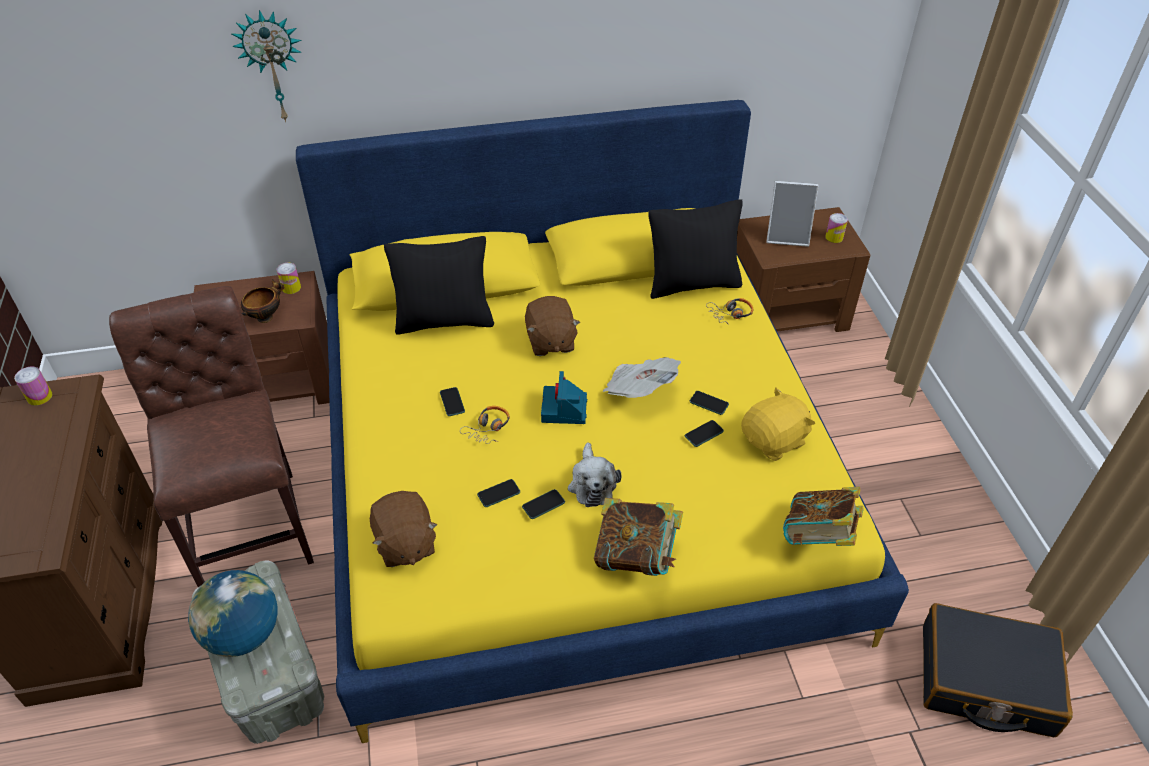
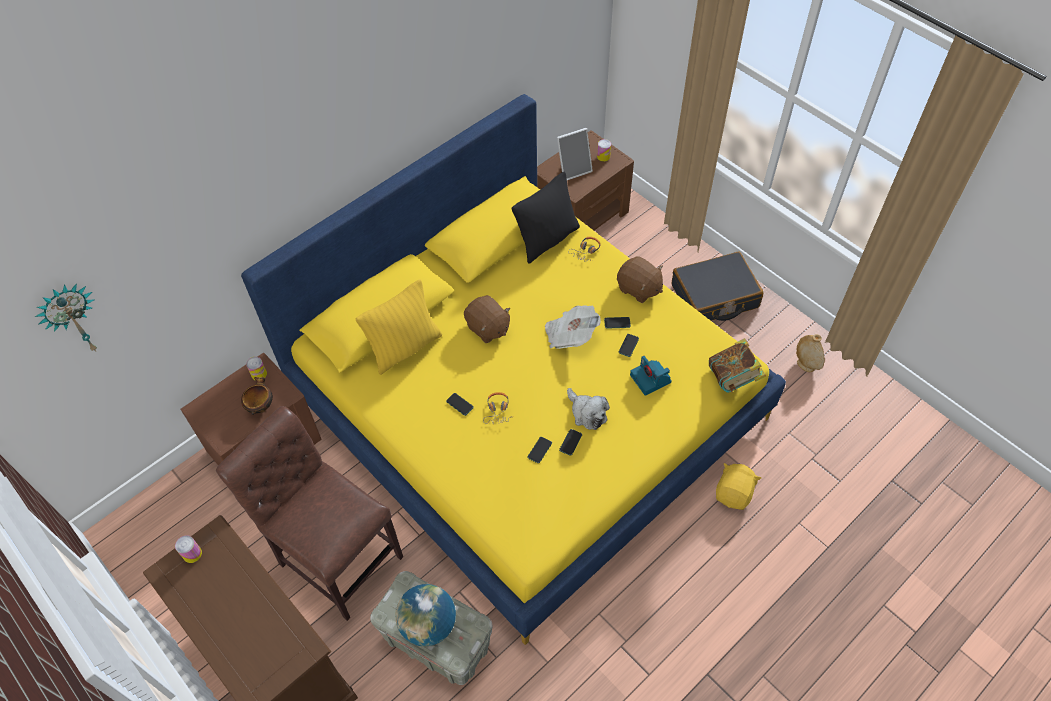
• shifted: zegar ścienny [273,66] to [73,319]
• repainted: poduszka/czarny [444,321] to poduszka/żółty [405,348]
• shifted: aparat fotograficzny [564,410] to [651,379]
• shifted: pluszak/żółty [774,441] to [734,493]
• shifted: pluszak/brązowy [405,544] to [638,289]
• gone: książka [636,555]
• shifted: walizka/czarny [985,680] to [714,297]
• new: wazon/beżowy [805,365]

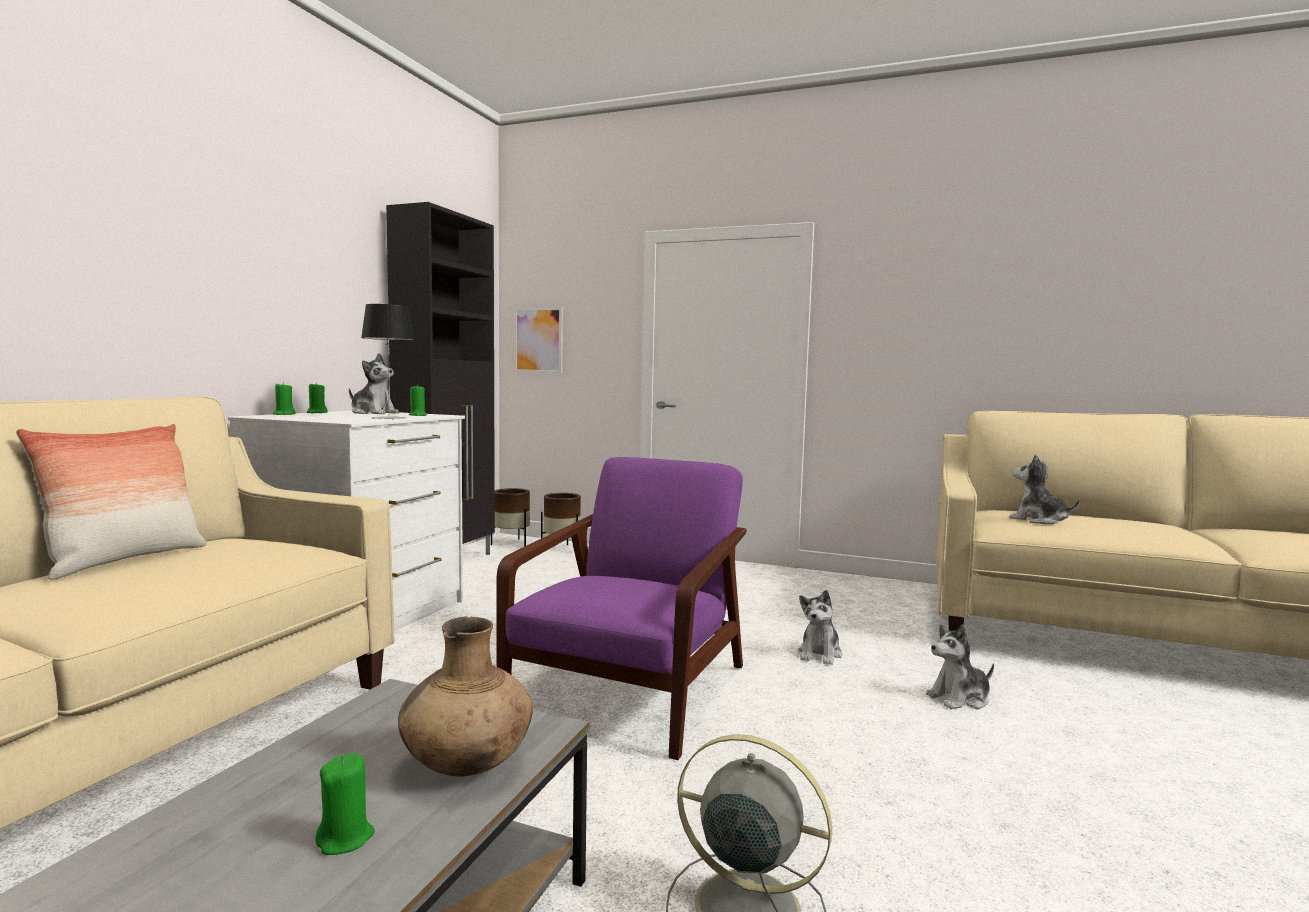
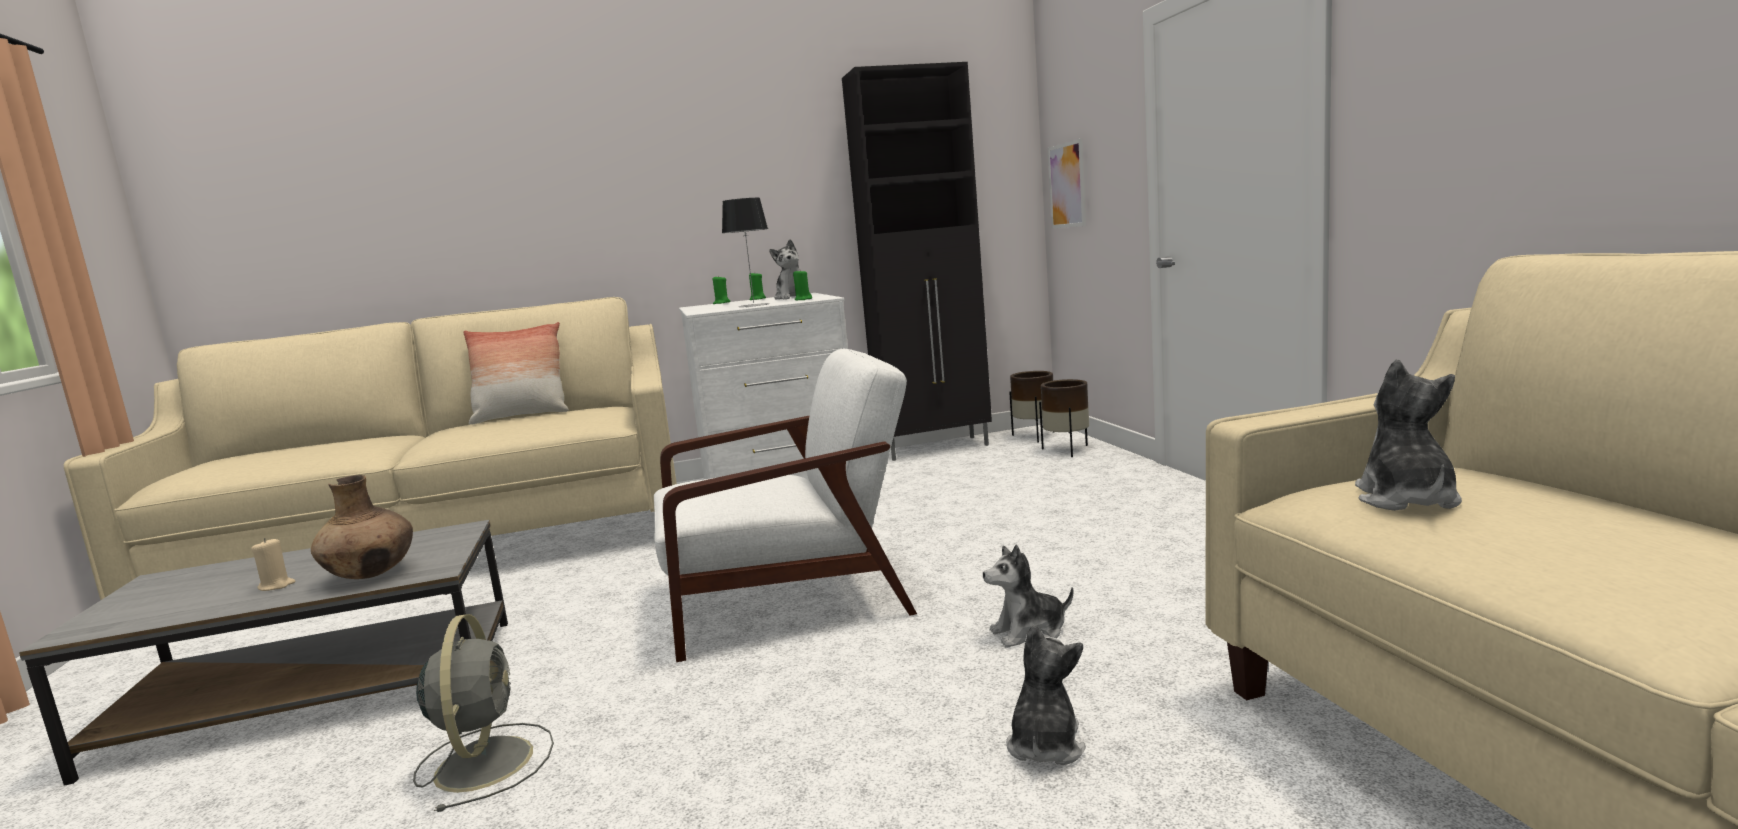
• repainted: fotel/fioletowy [633,688] to fotel/biały [790,599]
• rotated: pluszak [960,698] = [1045,745] 75 degrees clockwise
• repainted: świeca/zielony [345,839] to świeca/beżowy [276,586]

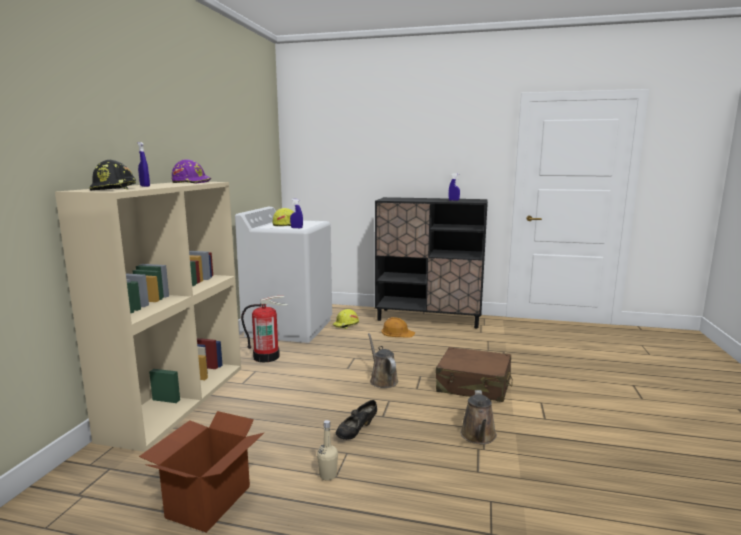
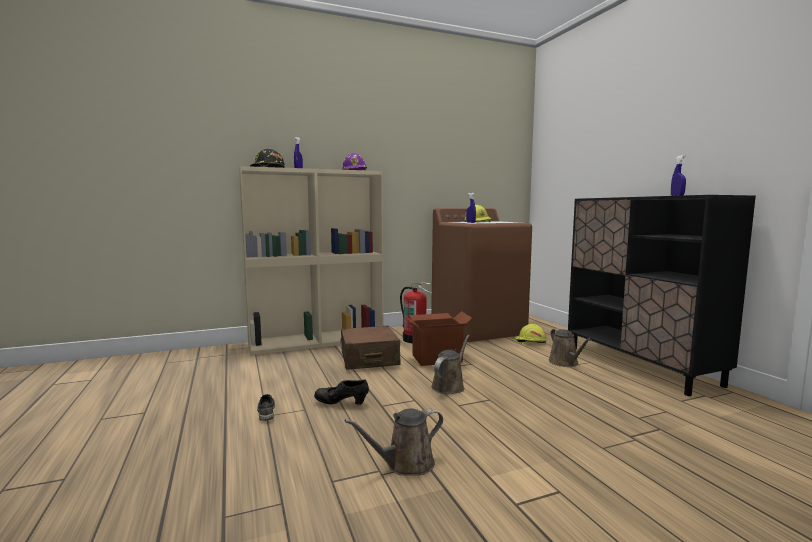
• repainted: pralka/biały [289,327] to pralka/brązowy [478,329]
• swapped: kask/pomarańczowy [397,332] to konewka/brązowy [565,363]
• shifted: walizka/brązowy [474,385] to [369,359]
• shifted: karton [208,501] to [436,358]
• swapped: butelka/beżowy [328,475] to but/szary [266,412]

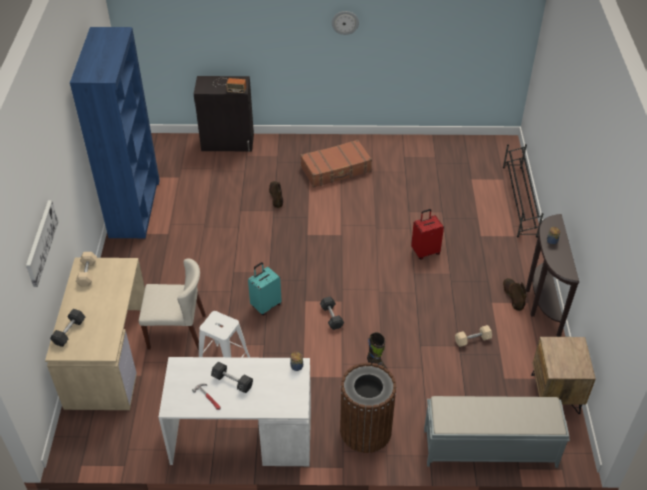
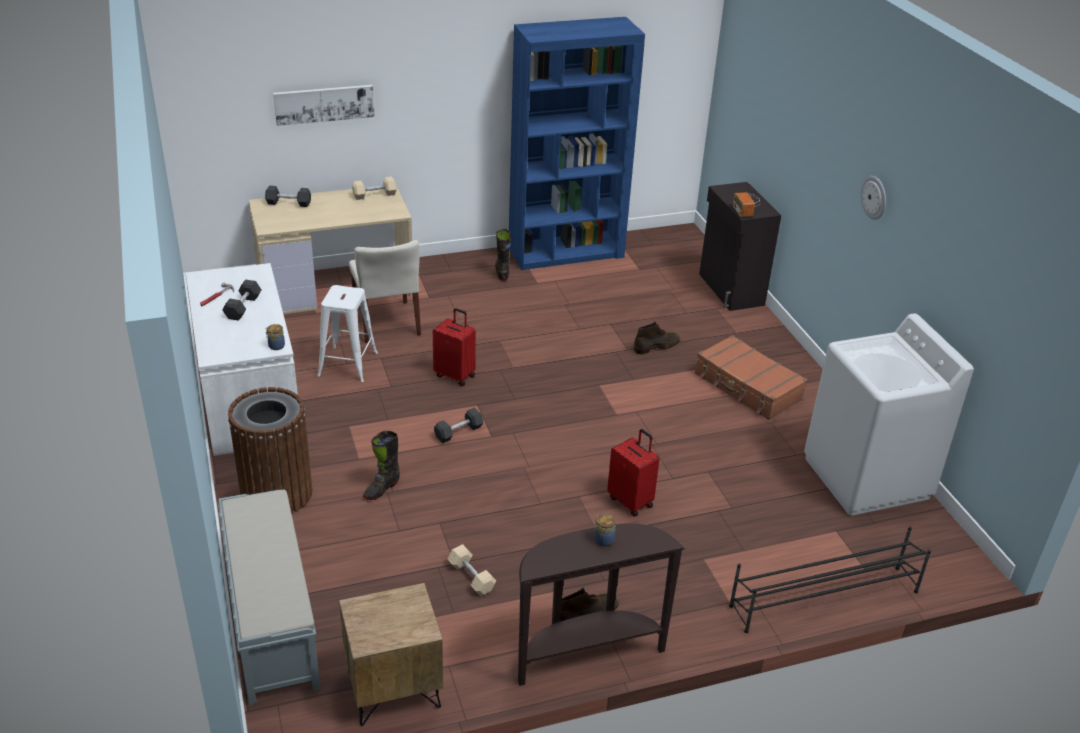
• repainted: walizka/turkusowy [265,305] to walizka/czerwony [455,375]
• new: but z cholewką/czarny [502,273]
• new: pralka/biały [866,478]

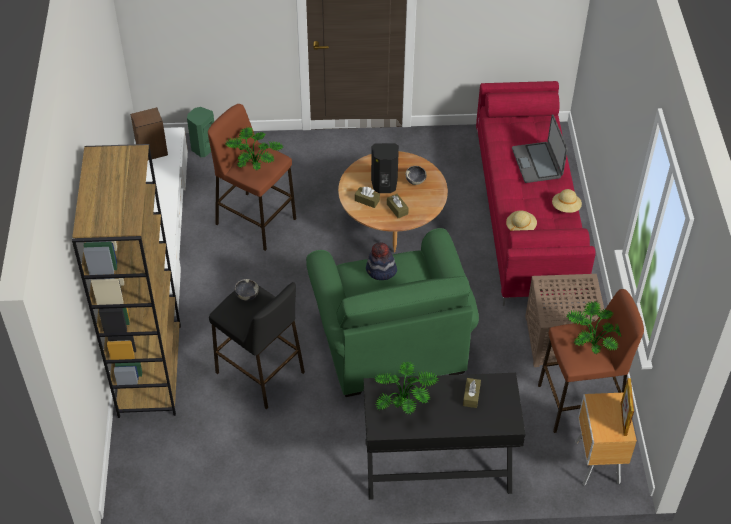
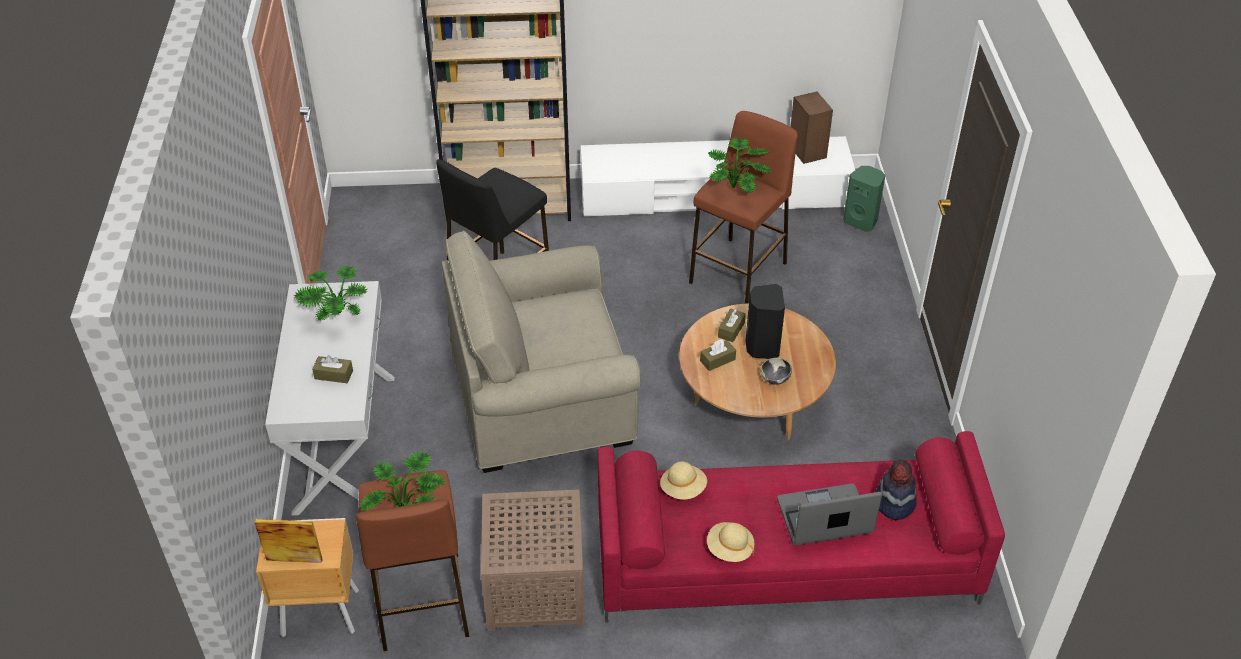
• repainted: fotel/zielony [390,340] to fotel/beżowy [542,400]
• shifted: kapelusz [381,270] to [894,502]
• gone: miska [247,295]
• repainted: stolik konsolowy/czarny [437,466] to stolik konsolowy/biały [344,442]

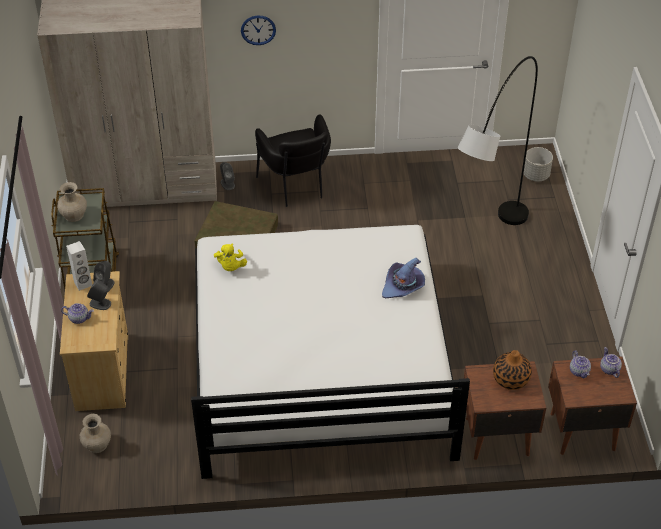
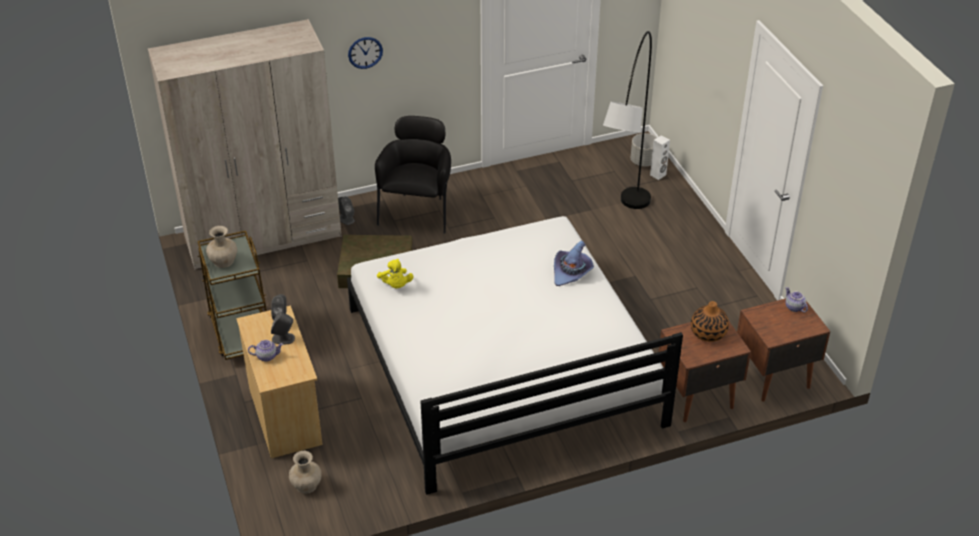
• rotated: fotel/czarny [297,188] = [417,211] 135 degrees counterclockwise
• shifted: głośnik/biały [83,284] to [658,175]
• gone: imbryk [579,371]

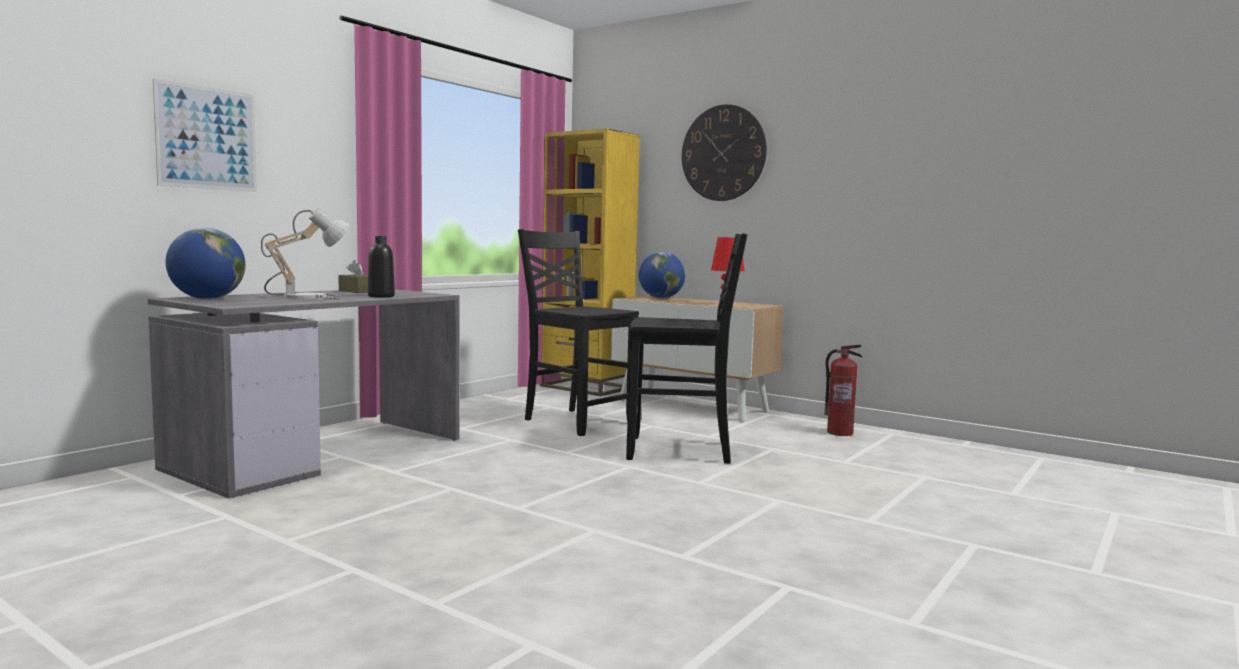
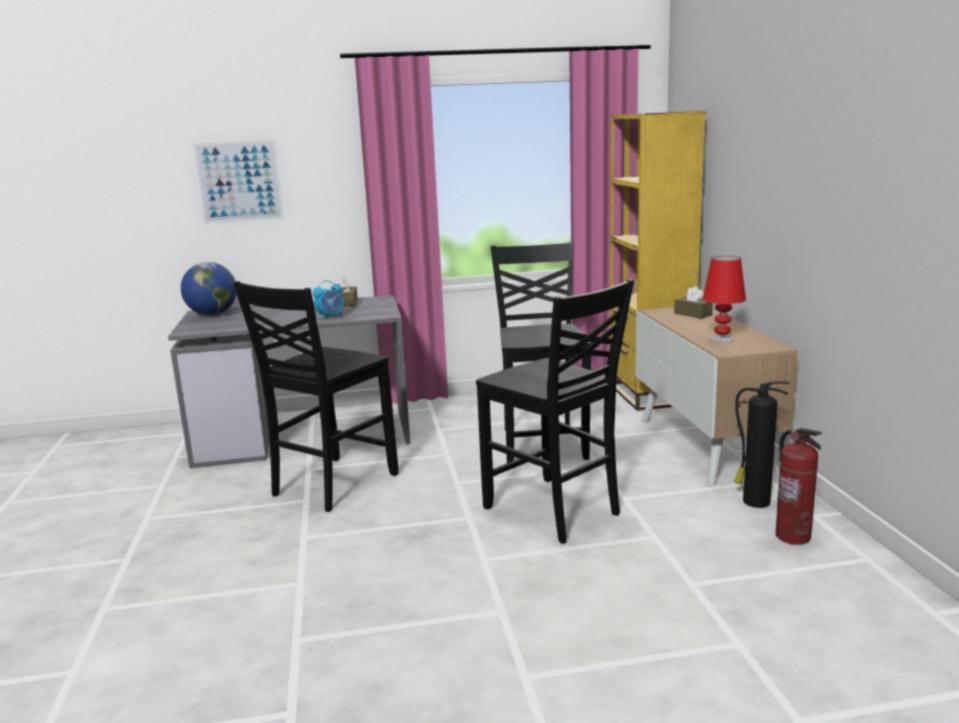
• gone: zegar ścienny [723,153]
• gone: lampa stołowa [307,296]
• swapped: butelka/czarny [381,296] to budzik [331,317]
• swapped: globus [661,298] to pudełko chusteczek/brązowy [693,314]
• new: krzesło/czarny [331,485]
• new: gaśnica [754,501]

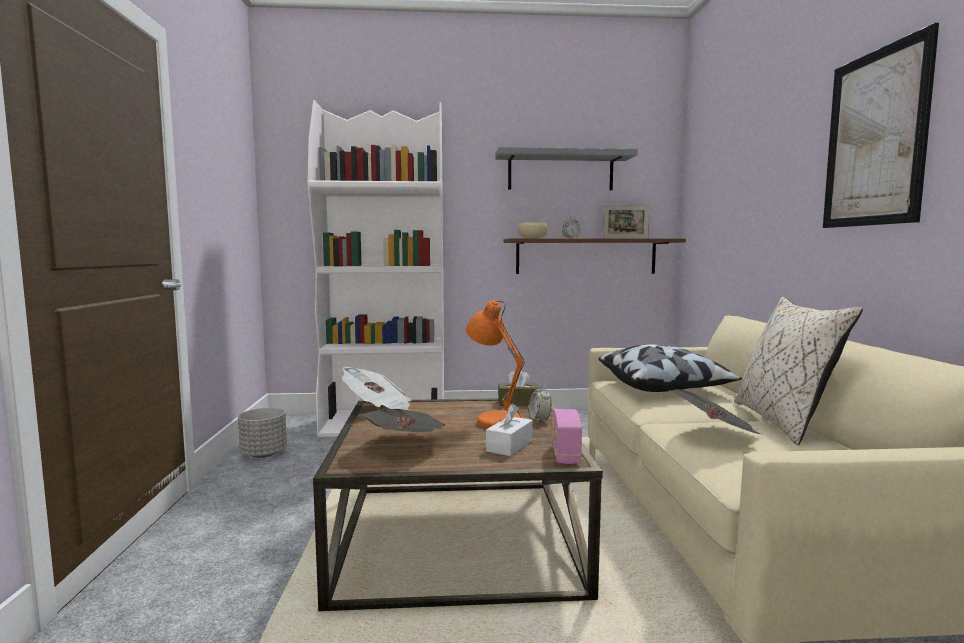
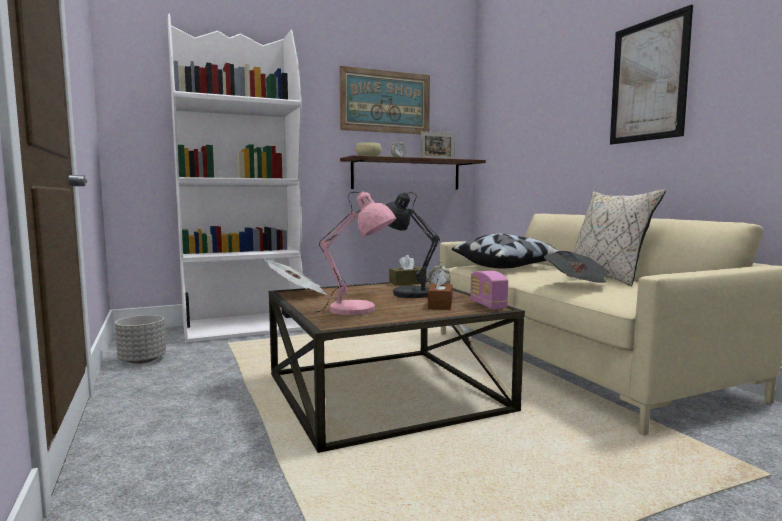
• swapped: półka/szary [560,172] to obraz [385,102]
• repainted: lampa stołowa/pomarańczowy [497,421] to lampa stołowa/szary [408,293]
• repainted: pudełko chusteczek/biały [509,446] to pudełko chusteczek/brązowy [440,305]
• swapped: gazeta [405,445] to lampa stołowa/różowy [358,311]

